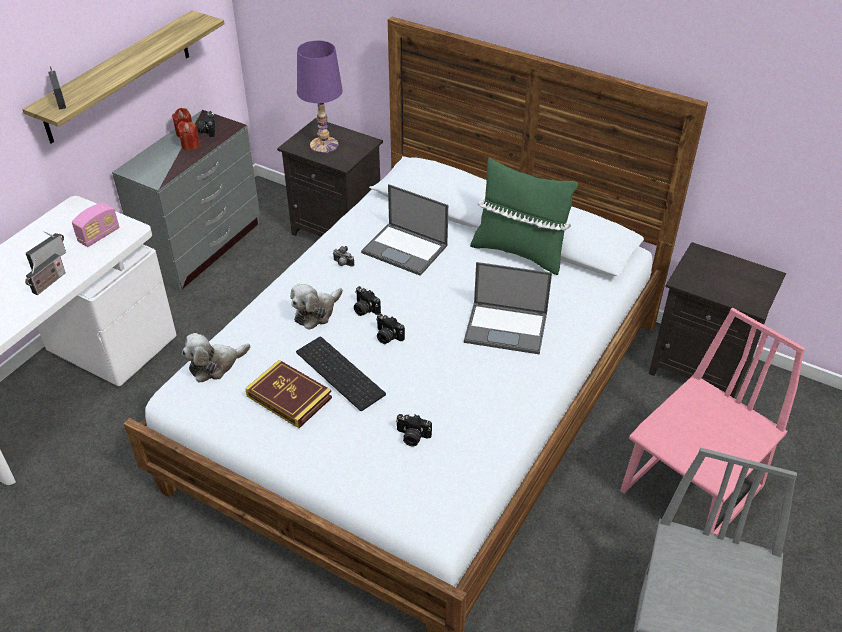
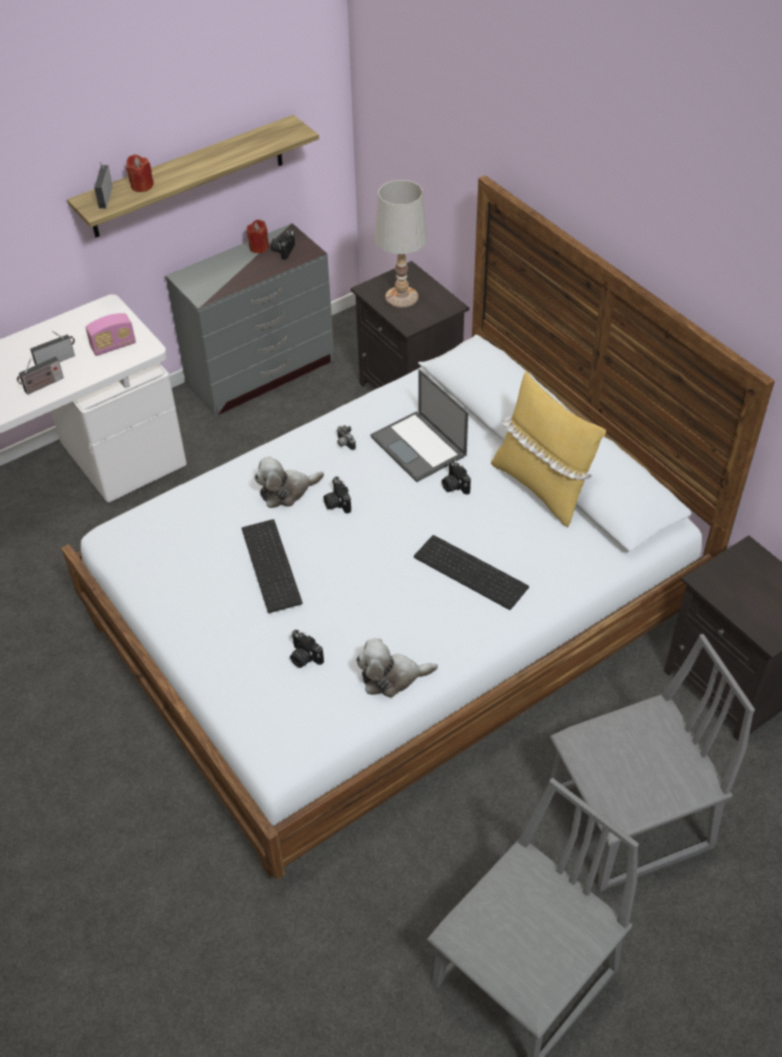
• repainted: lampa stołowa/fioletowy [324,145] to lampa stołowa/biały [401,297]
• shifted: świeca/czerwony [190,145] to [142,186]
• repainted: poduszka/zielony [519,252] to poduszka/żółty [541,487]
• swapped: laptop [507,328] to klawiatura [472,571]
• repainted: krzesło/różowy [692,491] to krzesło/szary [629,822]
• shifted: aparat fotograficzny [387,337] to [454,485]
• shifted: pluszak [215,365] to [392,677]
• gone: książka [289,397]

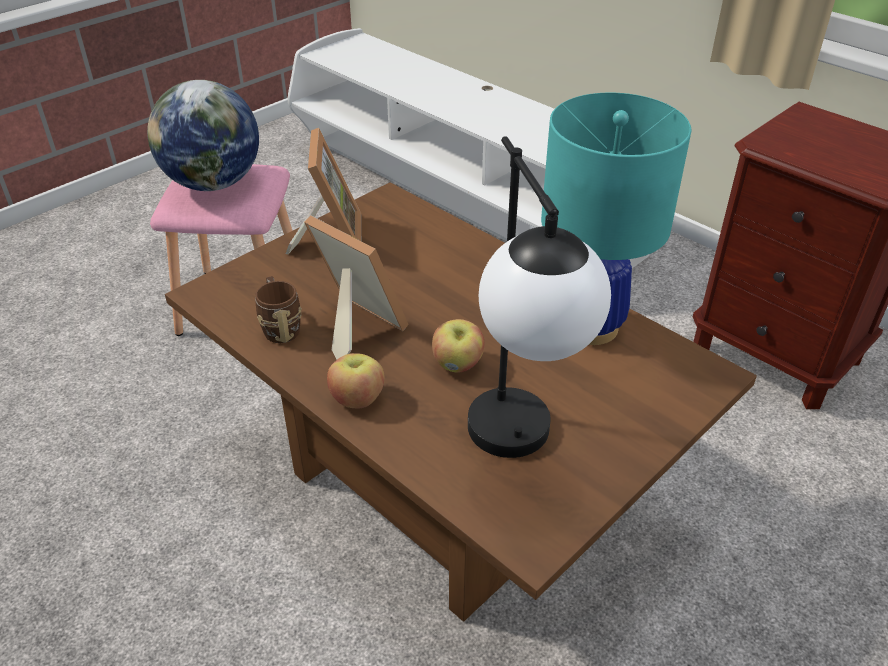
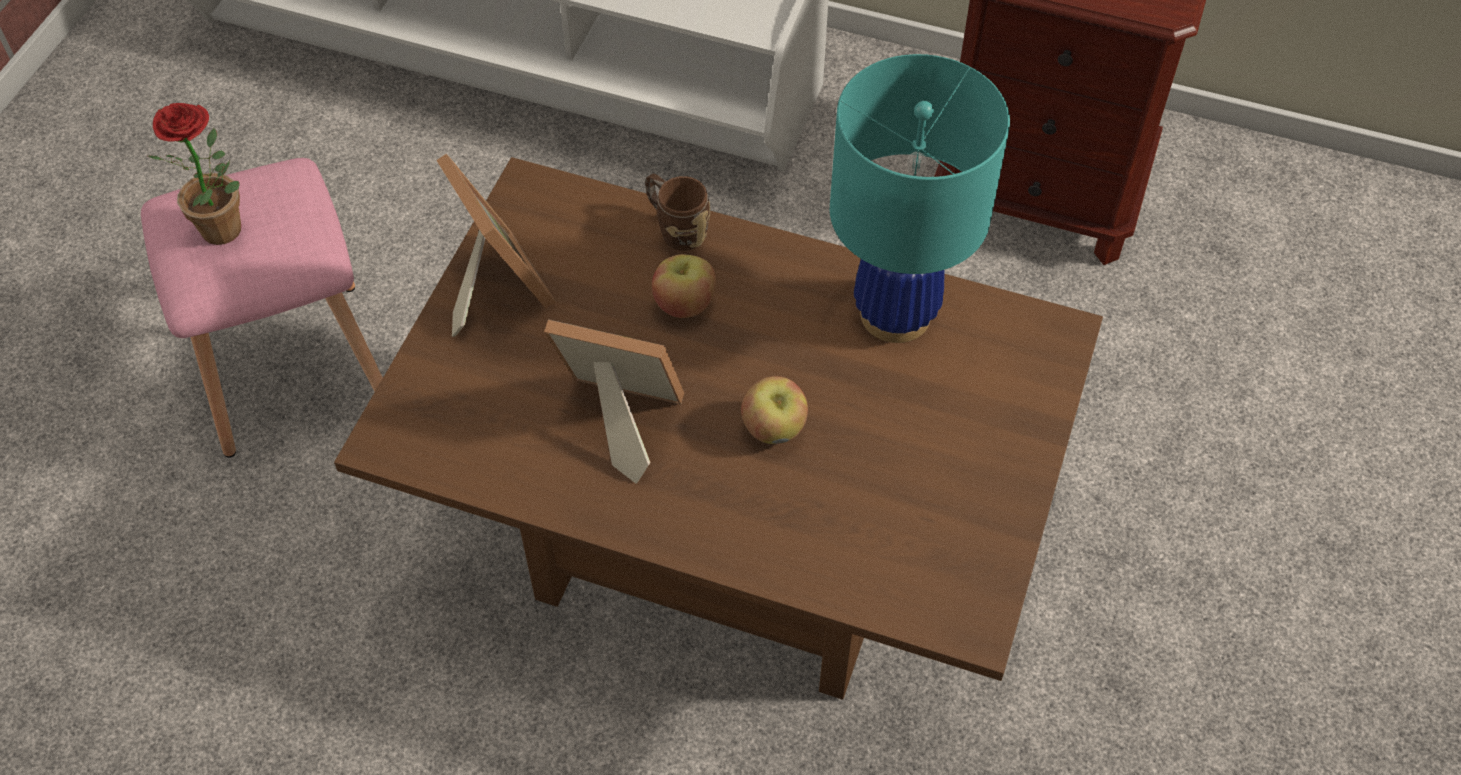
• swapped: globus [213,184] to roślina doniczkowa [229,232]
• gone: lampa stołowa [520,452]
• shifted: kubek/brązowy [280,326] to [676,228]
• shifted: jabłko [357,398] to [684,303]

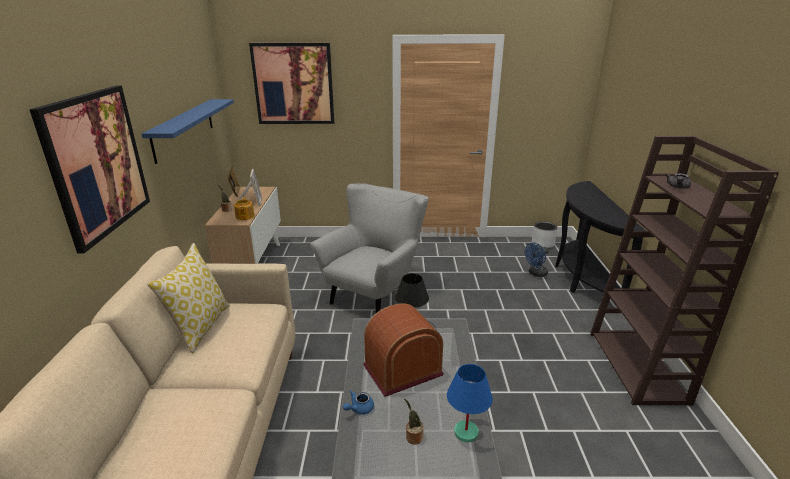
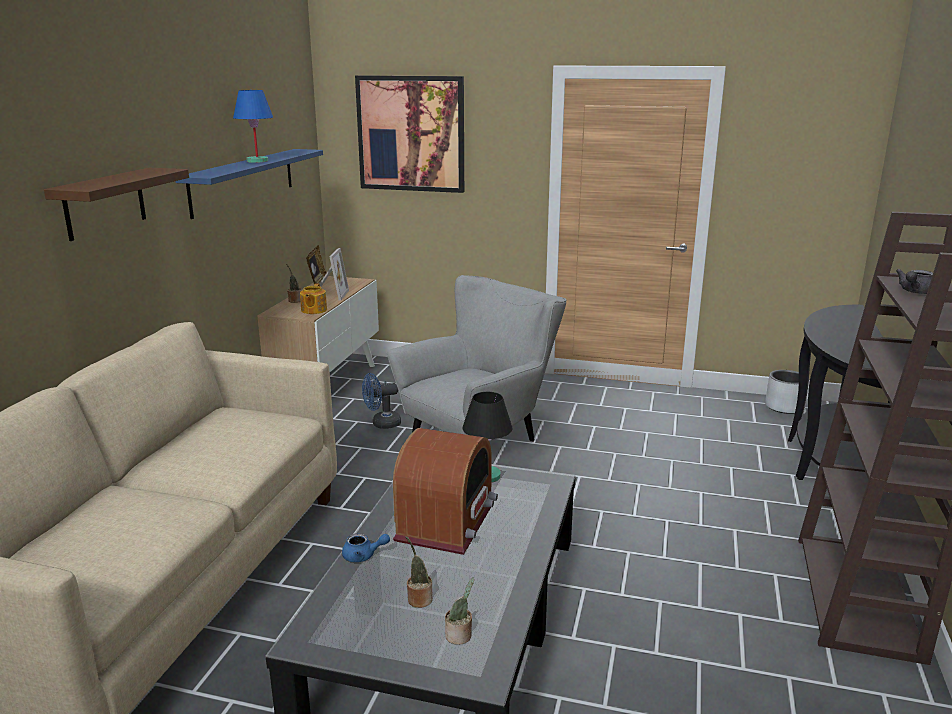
• swapped: obraz [97,164] to półka/brązowy [105,203]
• gone: poduszka [200,326]
• shifted: wentylator/niebieski [535,273] to [381,424]
• rotated: radio [402,370] = [446,522] 120 degrees clockwise
• shifted: lampa stołowa/niebieski [466,432] to [257,161]
• rotated: imbryk/niebieski [359,409] = [363,556] 150 degrees counterclockwise
• new: roślina doniczkowa [460,636]

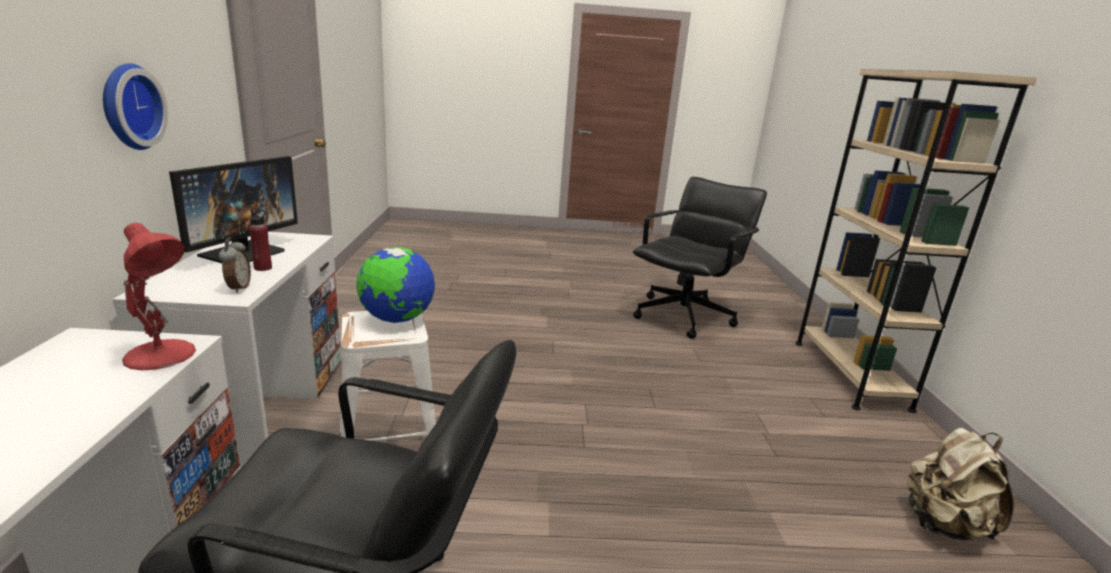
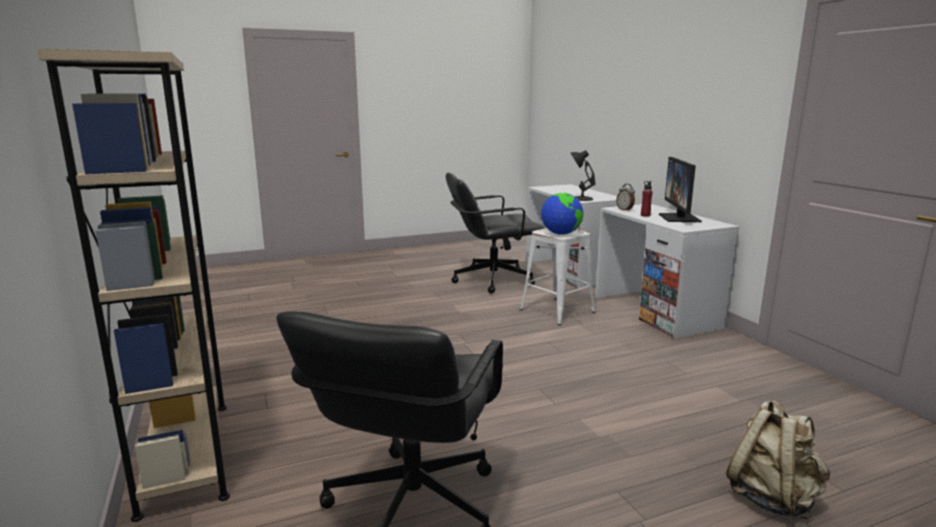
• gone: zegar ścienny [128,106]
• repainted: lampa stołowa/czerwony [162,355] to lampa stołowa/czarny [580,199]
• shifted: plecak/beżowy [943,525] to [772,498]

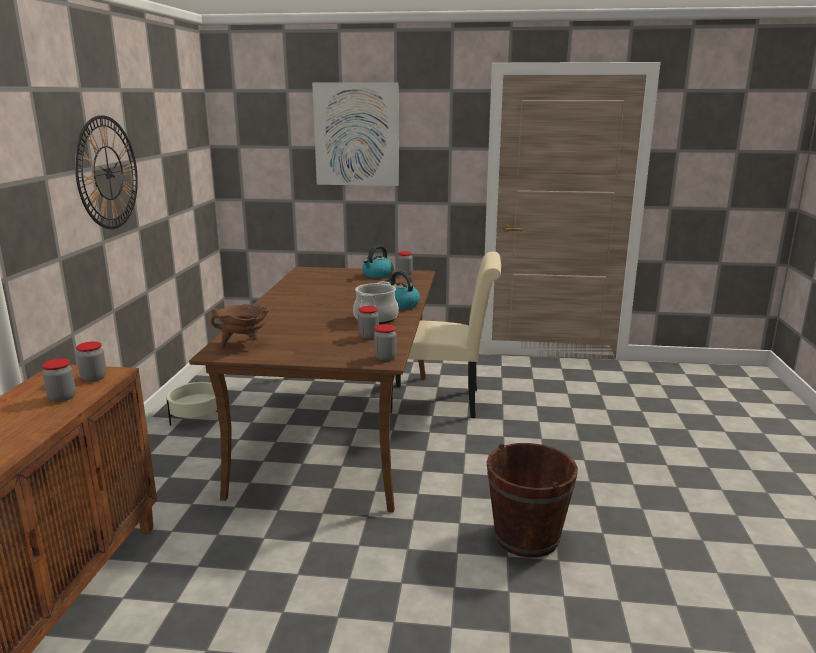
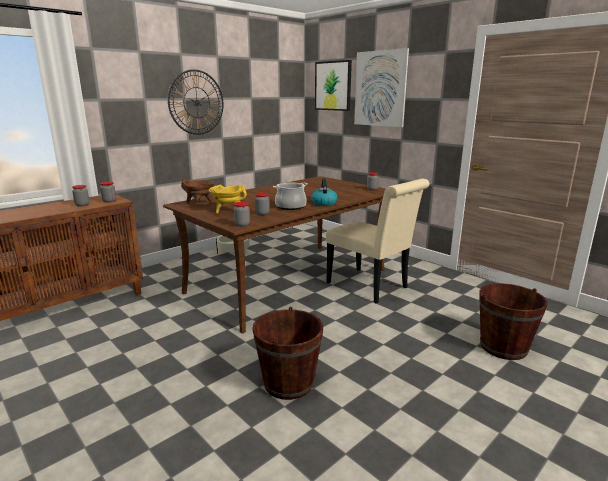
• gone: czajnik [377,275]
• new: obraz [333,86]
• new: garnek/żółty [228,211]
• new: wiadro/brązowy [503,347]

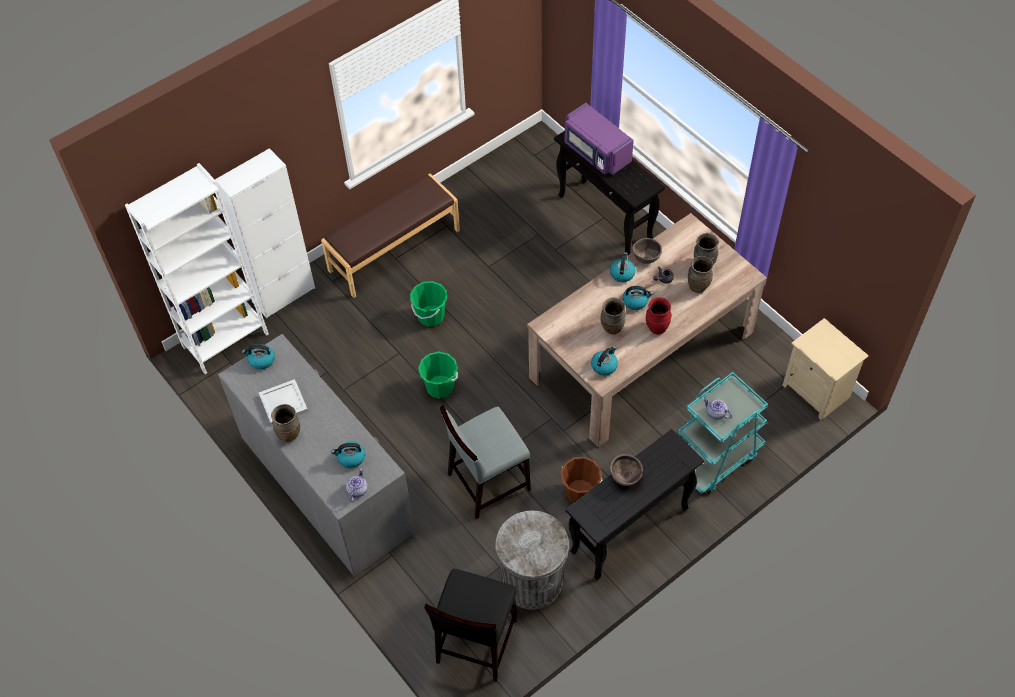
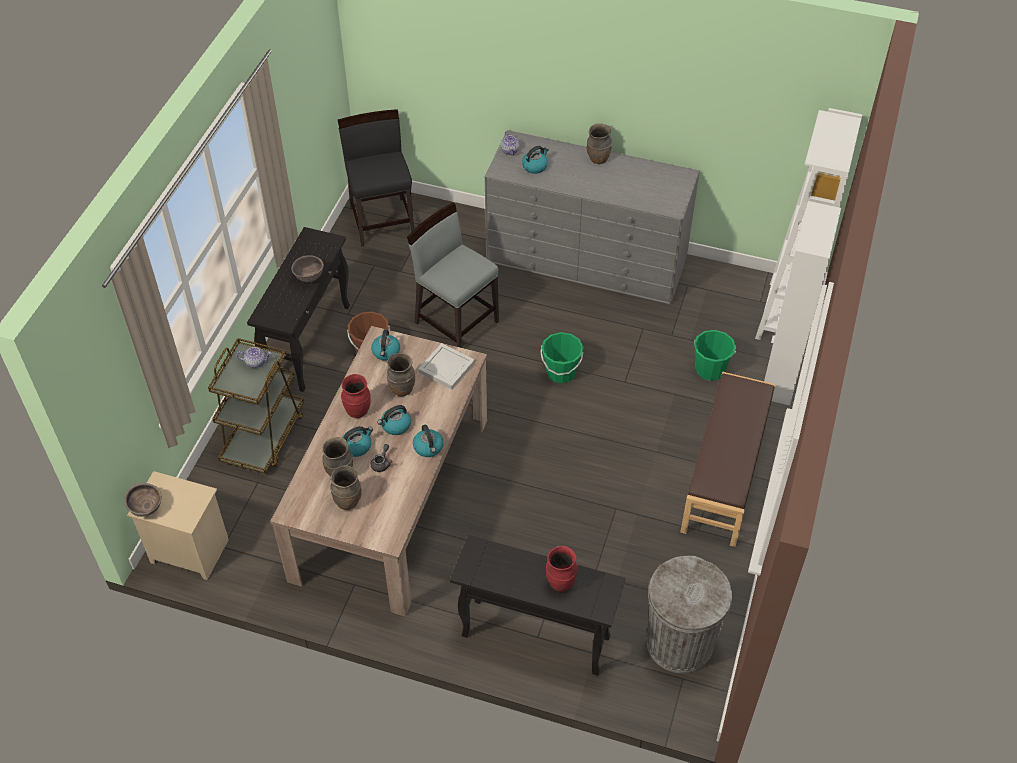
• swapped: mikrofalówka/fioletowy [596,153] to wazon/czerwony [560,582]
• shifted: miska/brązowy [646,259] to [146,509]
• shifted: wiadro/zielony [430,316] to [710,369]
• shifted: czajnik [261,360] to [357,446]
• repainted: wózek/turkusowy [715,458] to wózek/brązowy [264,436]
• shifted: taca/biały [284,403] to [445,368]
• rotated: krzesło/szary [487,482] = [456,321] 75 degrees counterclockwise
• shifted: kosz na śmieci/szary [532,582] to [679,643]

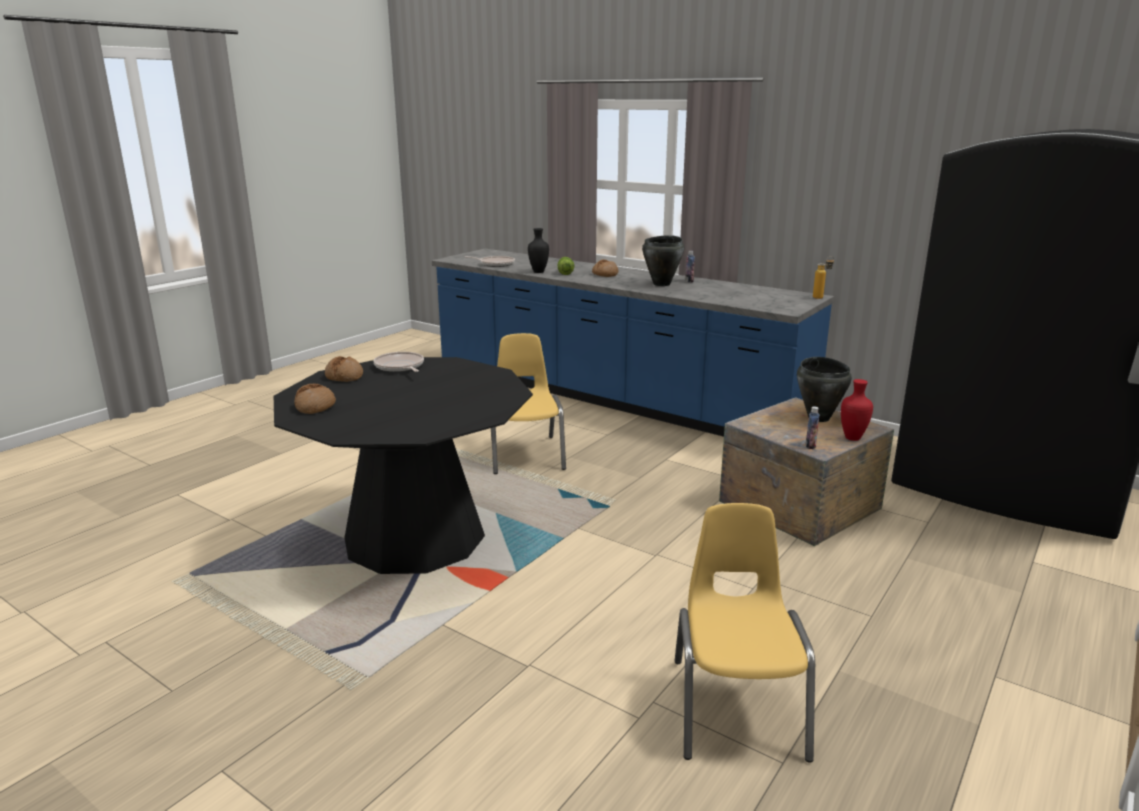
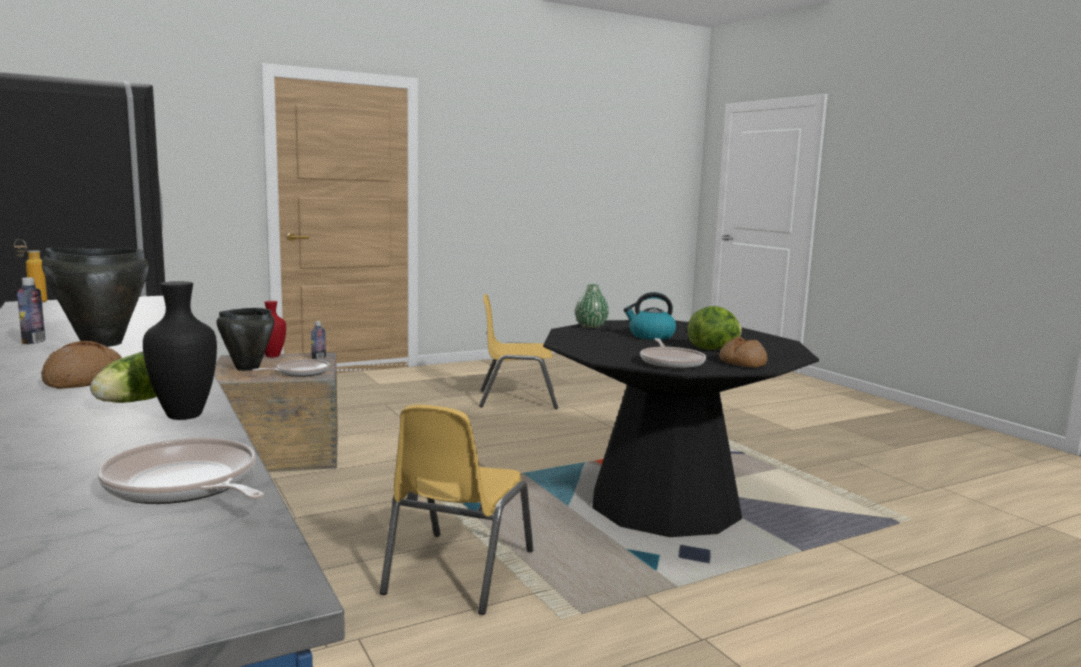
• gone: chleb [315,406]
• rotated: krzesło/żółty [736,707] = [517,399] 60 degrees clockwise
• new: wazon/zielony [591,326]
• new: czajnik [650,336]
• new: sałata [714,349]
• new: patelnia [300,372]

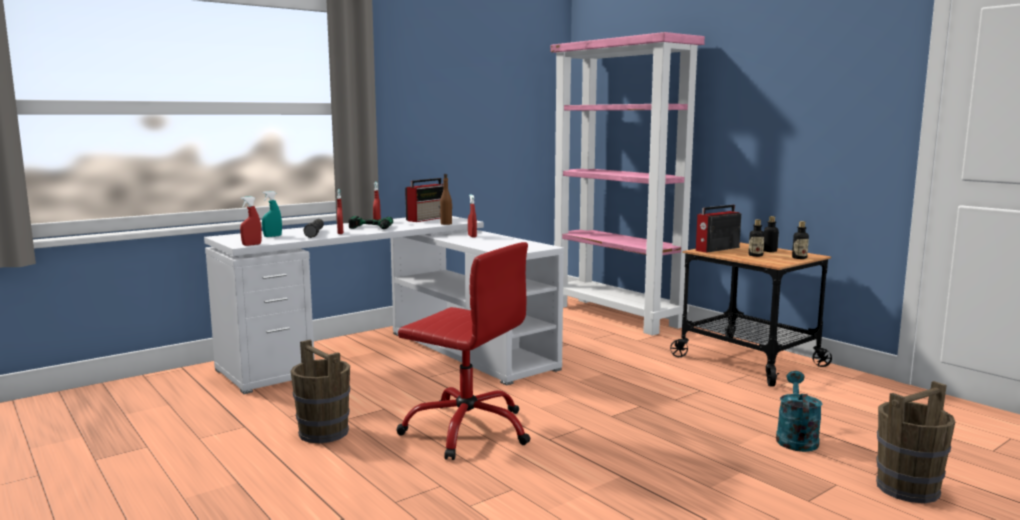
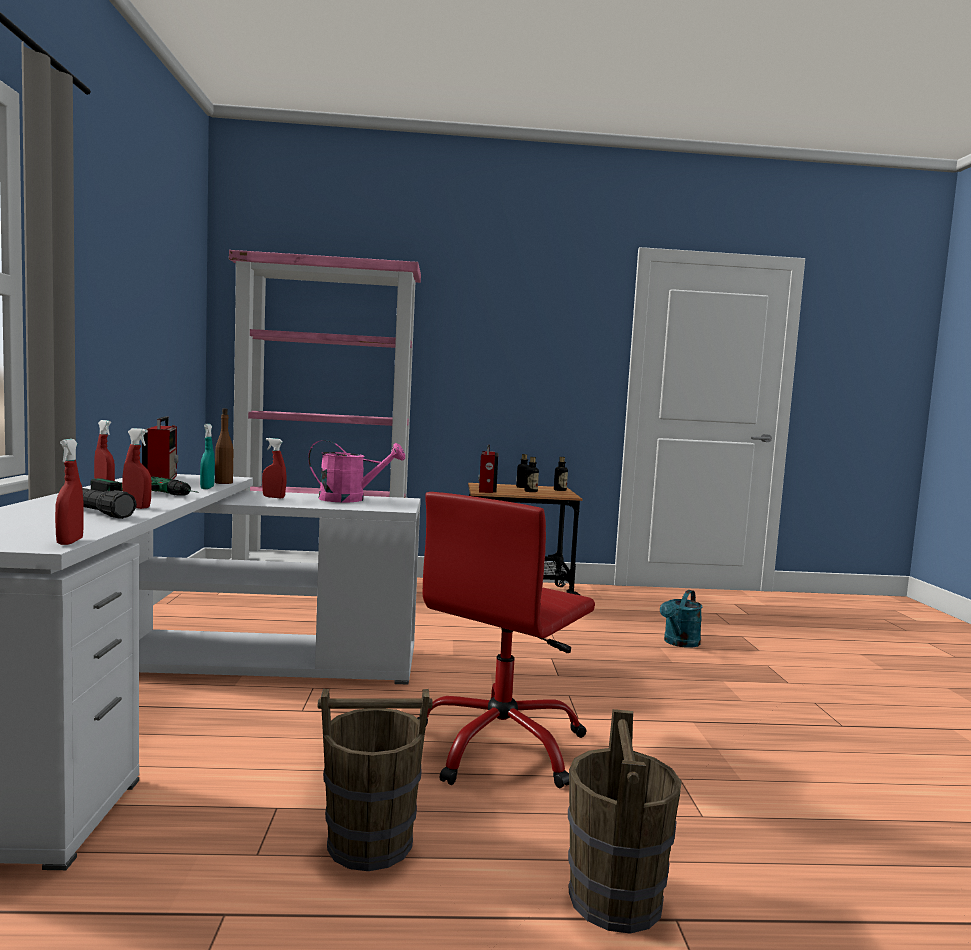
• shifted: spryskiwacz/turkusowy [272,236] to [207,488]
• rotated: krzesło biurowe/czerwony [467,430] = [501,746] 150 degrees clockwise
• rotated: konewka/turkusowy [795,438] = [679,643] 105 degrees counterclockwise
• shifted: wiadro/brązowy [907,488] to [615,899]
• new: konewka/różowy [350,499]

